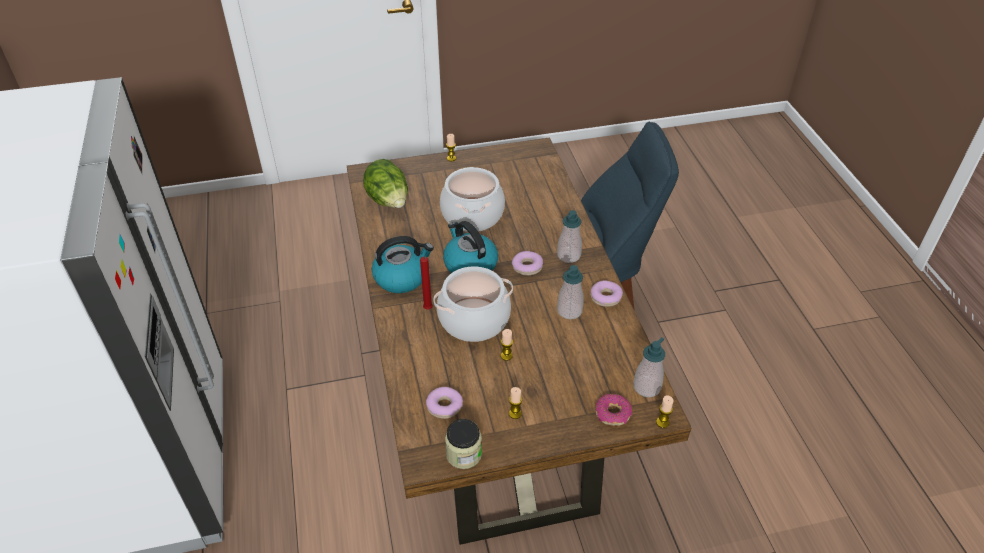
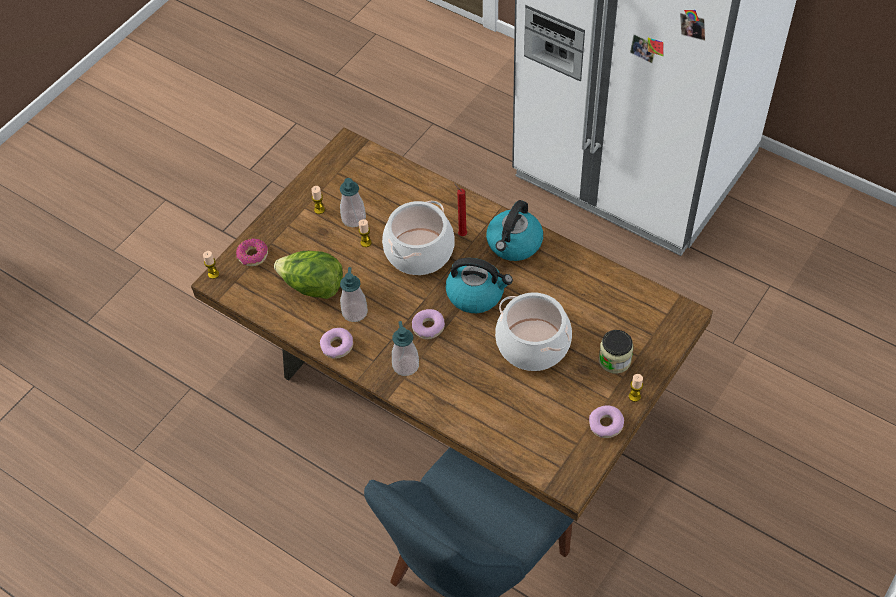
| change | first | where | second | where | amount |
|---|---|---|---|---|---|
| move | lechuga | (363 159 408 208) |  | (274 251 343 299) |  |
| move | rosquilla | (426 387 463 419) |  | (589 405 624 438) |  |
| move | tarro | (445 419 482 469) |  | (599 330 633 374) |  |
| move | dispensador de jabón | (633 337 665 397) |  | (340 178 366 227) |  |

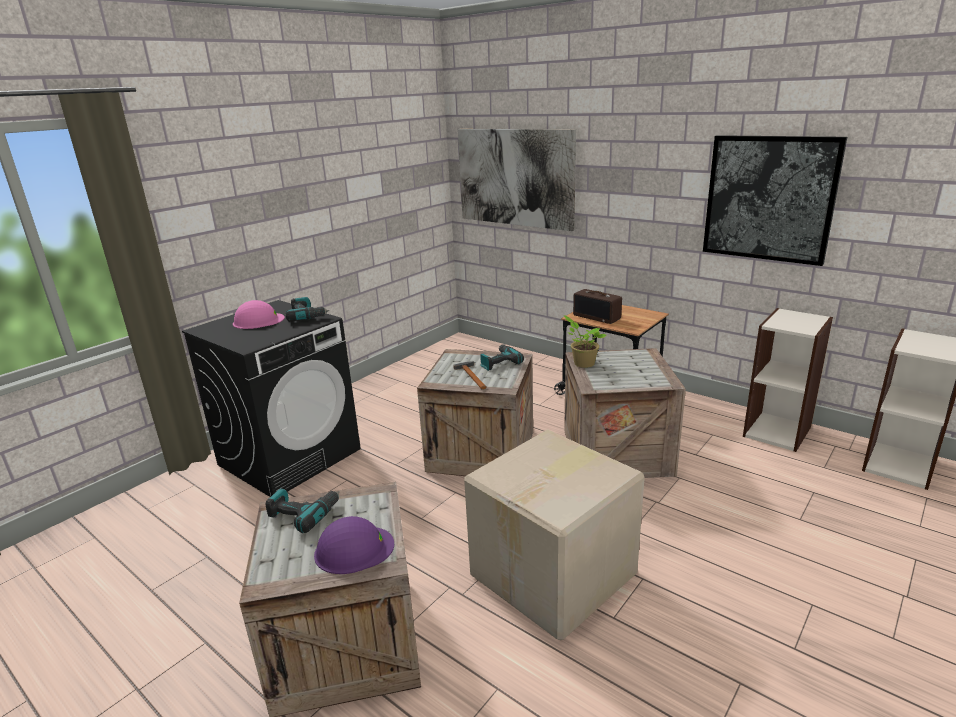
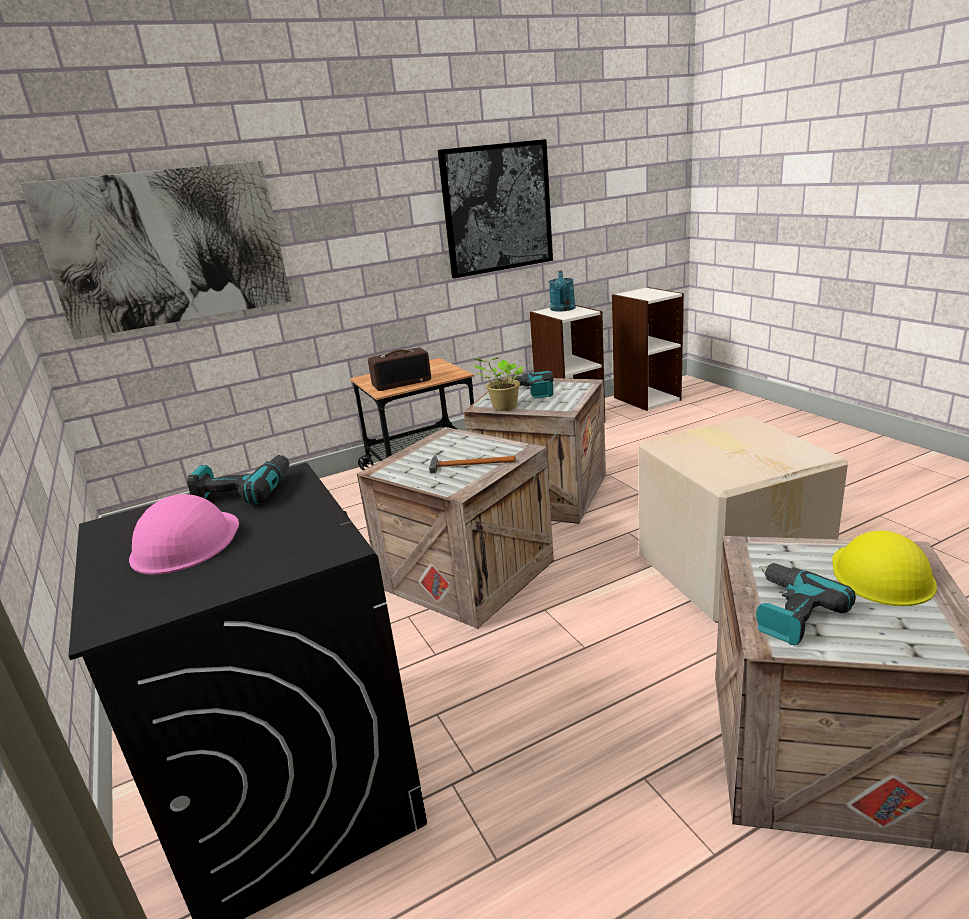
| change | first | where | second | where | amount |
|---|---|---|---|---|---|
| insert |  |  | regadera [turquesa] | (549 270 575 312) |  |
| move | taladro | (480 344 524 371) |  | (513 371 554 398) |  |
| recolor | casco [morado] | (314 516 394 574) | casco [amarillo] | (832 530 937 606) |  |

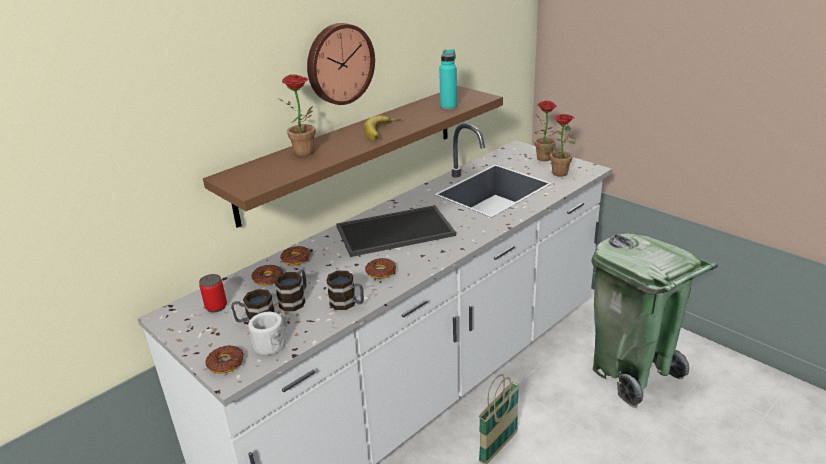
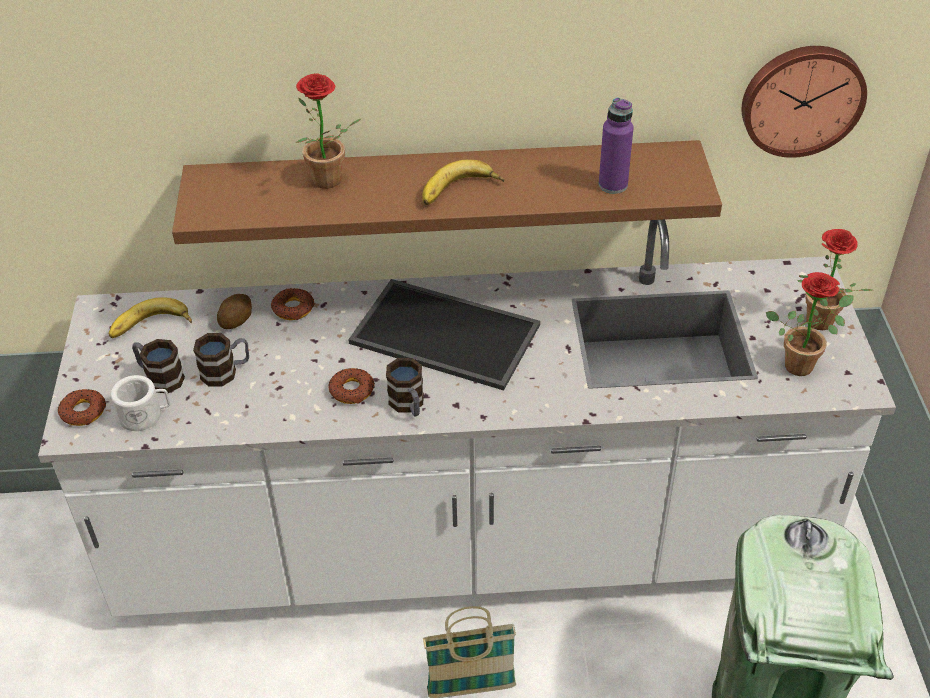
| change | first | where | second | where | amount |
|---|---|---|---|---|---|
| move | reloj de pared | (307 23 375 105) |  | (742 46 867 158) |  |
| move | taza grande | (326 271 364 310) |  | (386 358 424 416) |  |
| replace | lata | (199 274 227 313) | plátano | (109 297 192 338) |  |
| replace | rosquilla | (251 265 283 286) | patata | (217 294 252 329) |  |
| recolor | botella [turquesa] | (439 49 457 110) | botella [morado] | (599 98 634 194) |  |

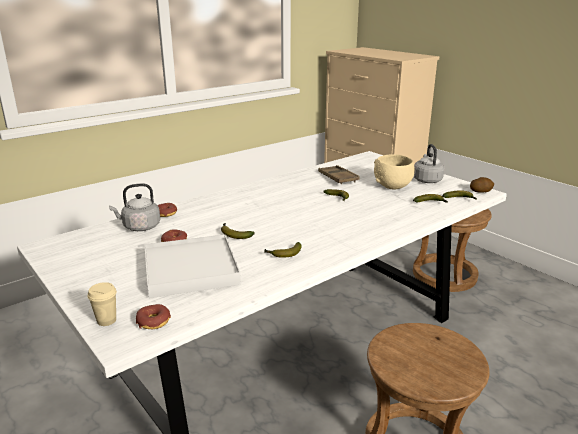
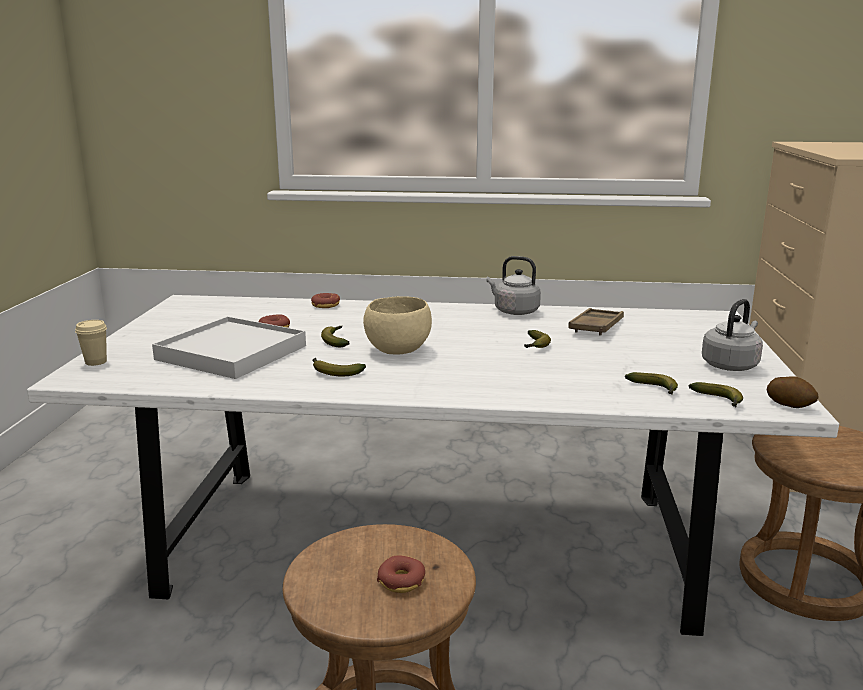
| change | first | where | second | where | amount |
|---|---|---|---|---|---|
| move | hervidor [gris] | (109 183 160 231) |  | (486 256 541 315) |  |
| move | rosquilla | (136 304 171 329) |  | (377 555 425 593) |  |
| move | cuenco [beis] | (374 154 415 189) |  | (363 296 432 355) |  |

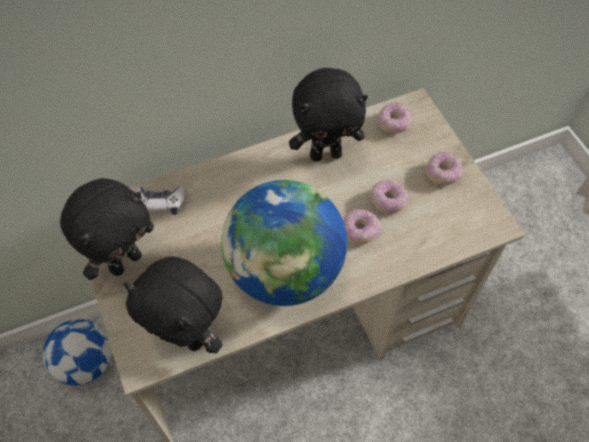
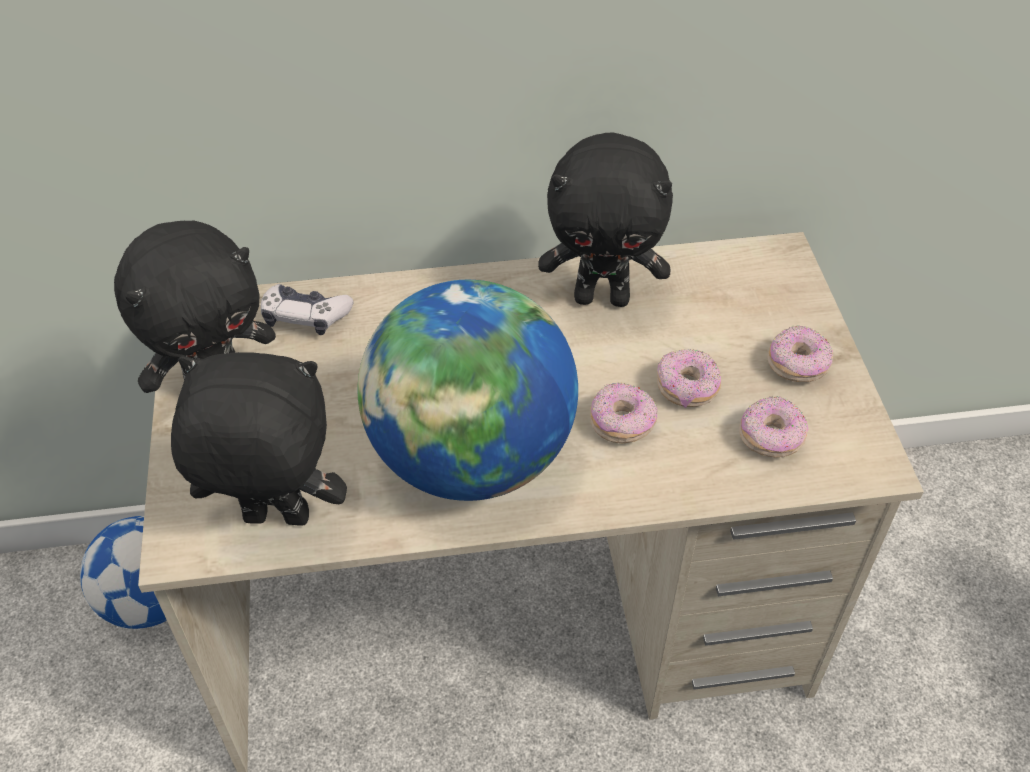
| change | first | where | second | where | amount |
|---|---|---|---|---|---|
| move | rosquilla | (378 102 411 133) |  | (739 396 808 458) |  |
| rotate | peluche [negro] | (124 256 223 353) |  | (171 352 347 525) | 135 degrees clockwise |

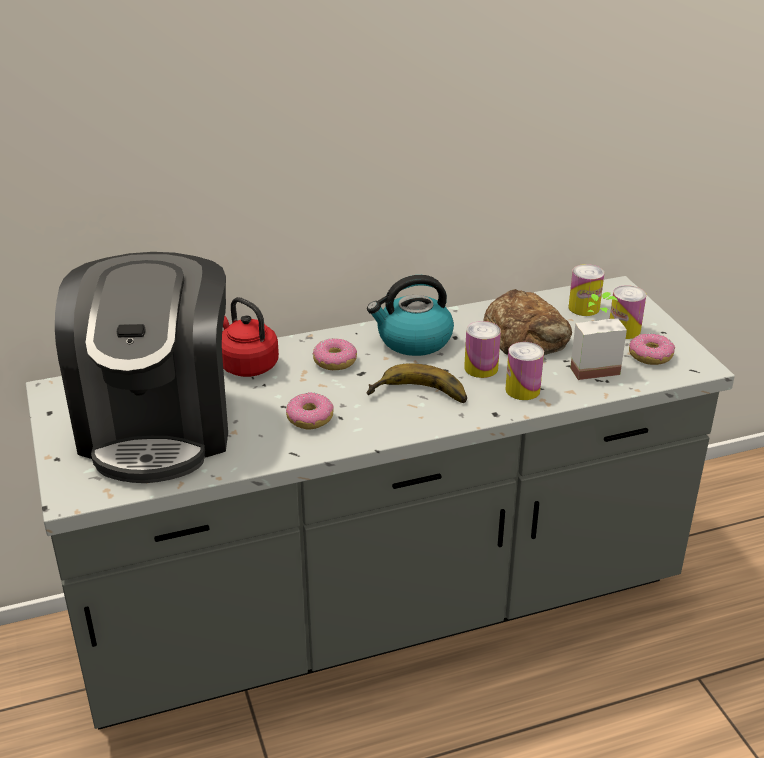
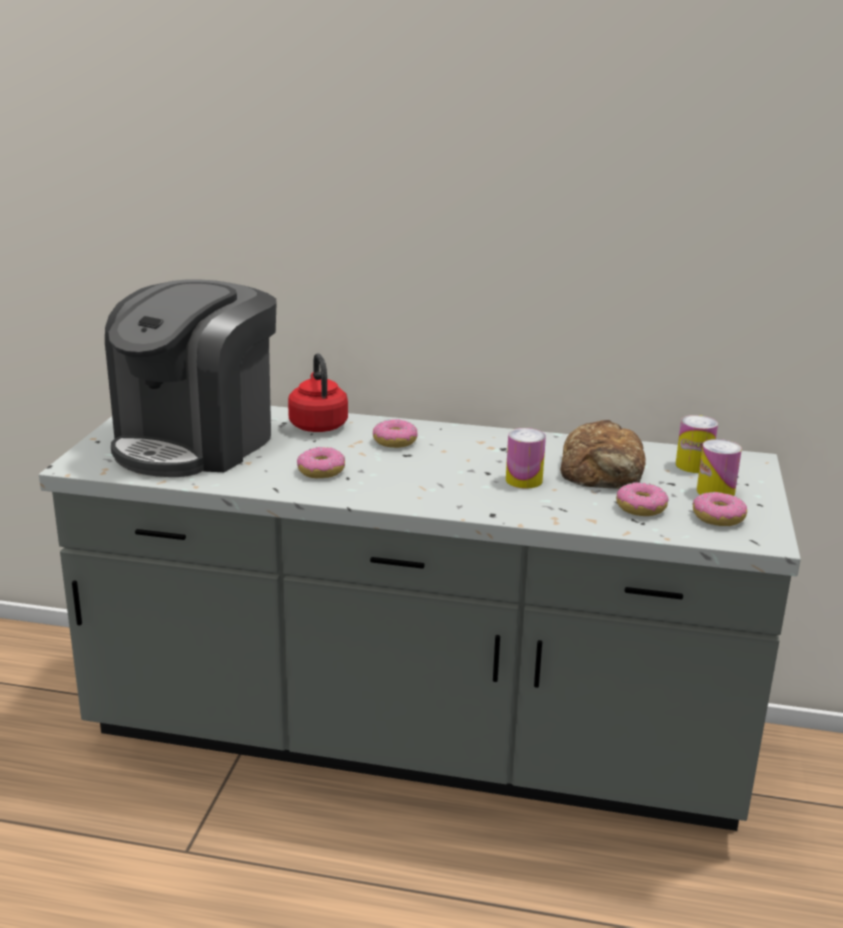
| change | first | where | second | where | amount |
|---|---|---|---|---|---|
| delete | hervidor | (367 275 454 356) |  |  |  |
| delete | plátano | (367 363 467 403) |  |  |  |
| delete | lata | (505 342 544 400) |  |  |  |
| replace | planta en maceta | (570 292 627 380) | rosquilla | (616 482 668 516) |  |

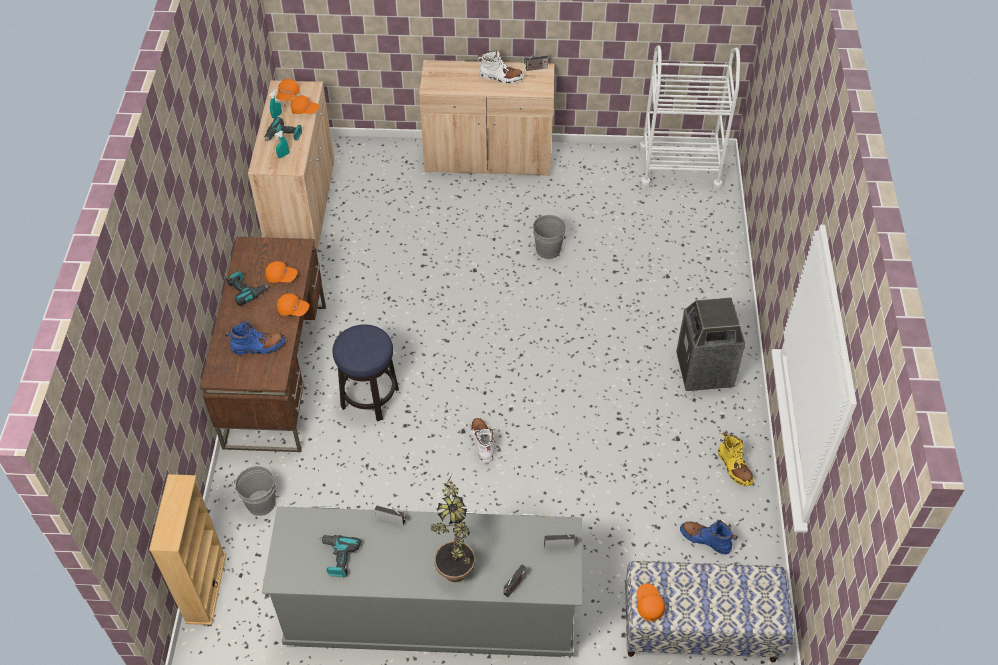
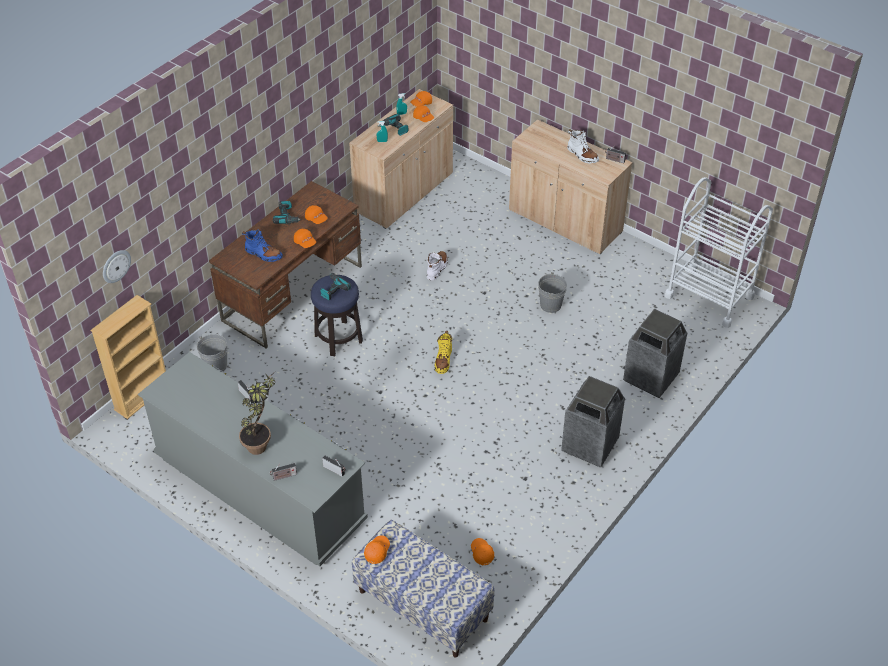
| change | first | where | second | where | amount |
|---|---|---|---|---|---|
| insert |  |  | reloj de pared | (103 250 131 283) |  |
| insert |  |  | papelera | (623 309 688 398) |  |
| move | taladro | (318 535 361 577) |  | (320 273 351 300) |  |
| move | bota [blanco] | (470 418 494 463) |  | (427 251 448 280) |  |
| move | bota [amarillo] | (718 432 754 486) |  | (435 331 452 374) |  |
| replace | bota [azul] | (680 520 737 555) | gorra [naranja] | (471 538 494 565) |  |

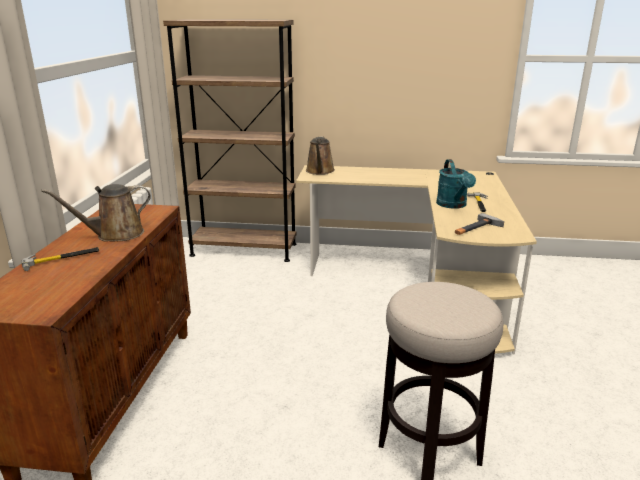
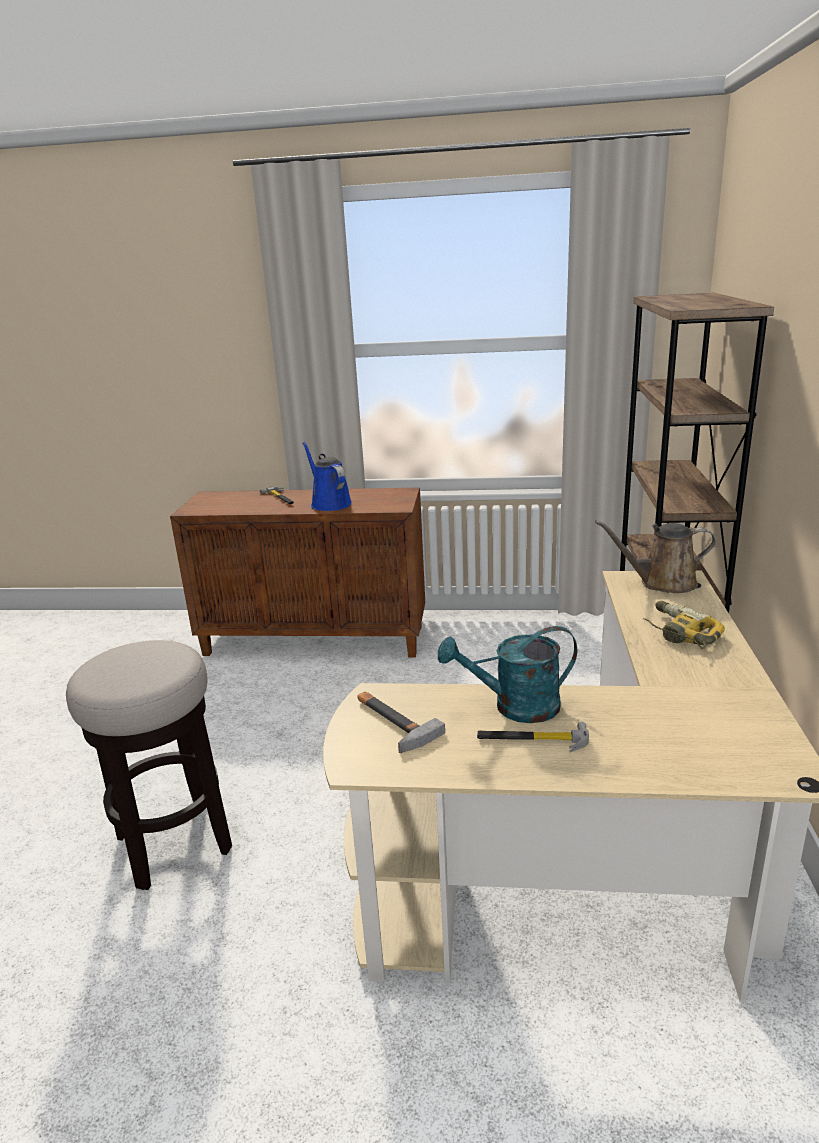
| change | first | where | second | where | amount |
|---|---|---|---|---|---|
| insert |  |  | taladro | (644 601 725 649) |  |
| recolor | regadera [marrón] | (41 184 151 242) | regadera [azul] | (302 442 352 511) |  |

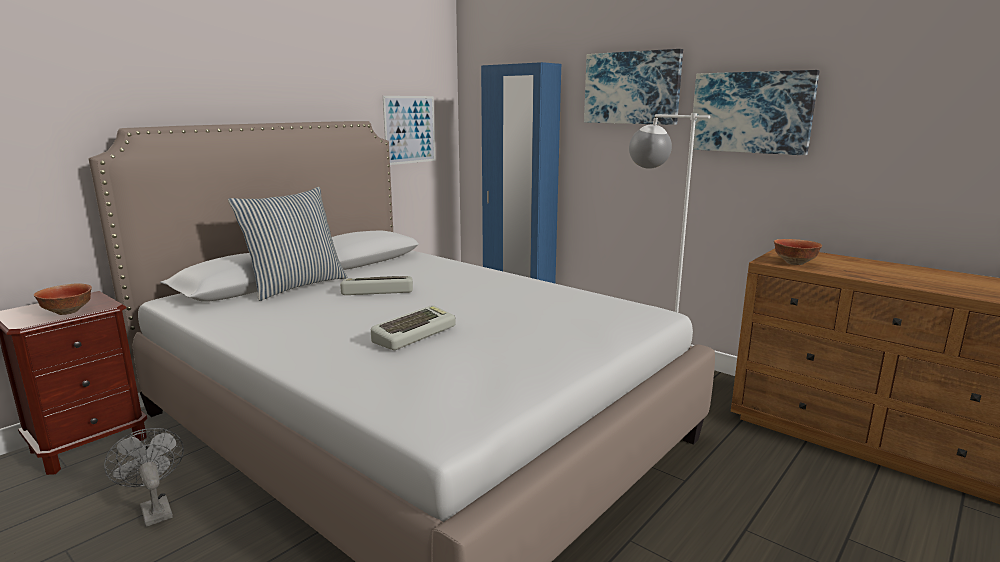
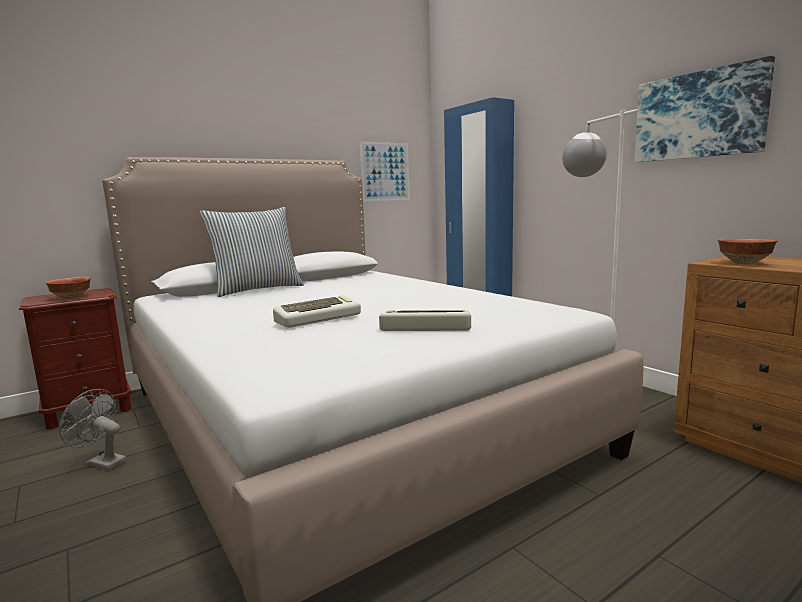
| change | first | where | second | where | amount |
|---|---|---|---|---|---|
| delete | cuadro | (584 49 683 125) |  |  |  |
| move | teclado | (340 276 413 295) |  | (379 310 471 331) |  |
| rotate | ventilador [gris] | (104 428 184 527) |  | (59 389 127 471) | 45 degrees counterclockwise |

